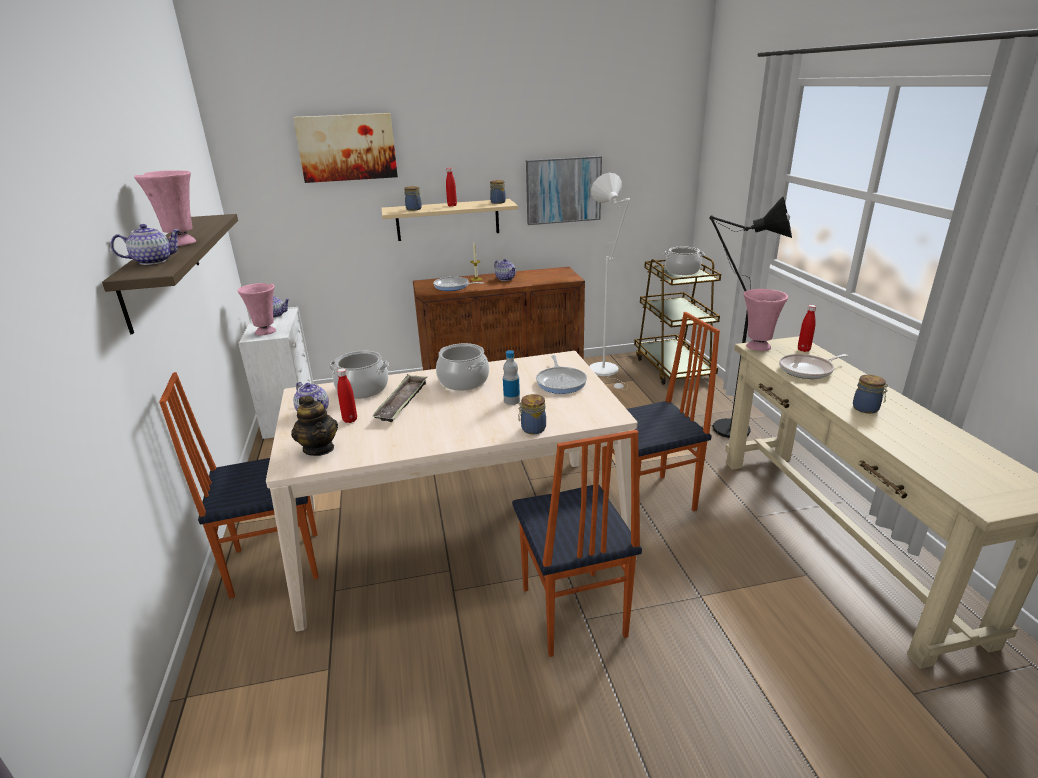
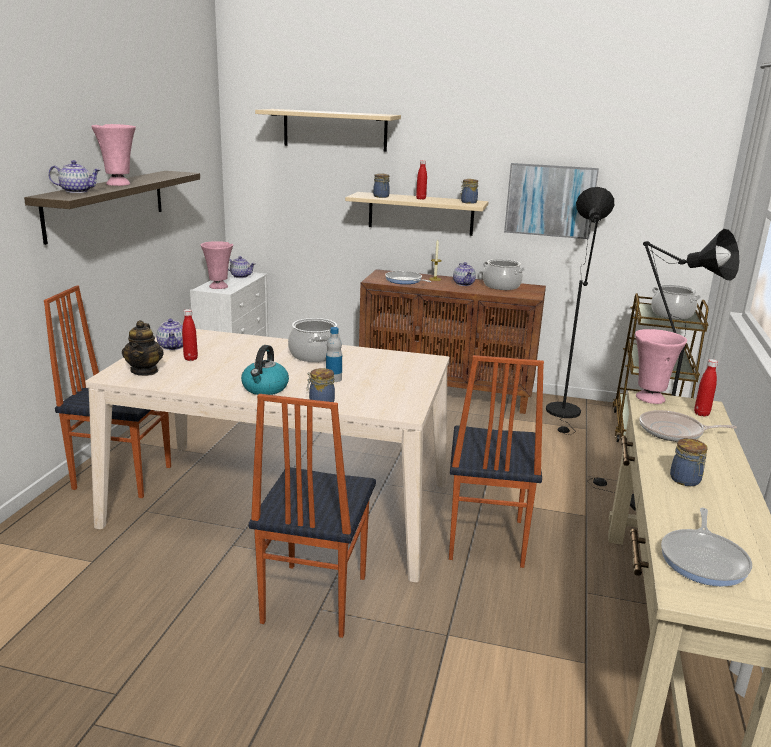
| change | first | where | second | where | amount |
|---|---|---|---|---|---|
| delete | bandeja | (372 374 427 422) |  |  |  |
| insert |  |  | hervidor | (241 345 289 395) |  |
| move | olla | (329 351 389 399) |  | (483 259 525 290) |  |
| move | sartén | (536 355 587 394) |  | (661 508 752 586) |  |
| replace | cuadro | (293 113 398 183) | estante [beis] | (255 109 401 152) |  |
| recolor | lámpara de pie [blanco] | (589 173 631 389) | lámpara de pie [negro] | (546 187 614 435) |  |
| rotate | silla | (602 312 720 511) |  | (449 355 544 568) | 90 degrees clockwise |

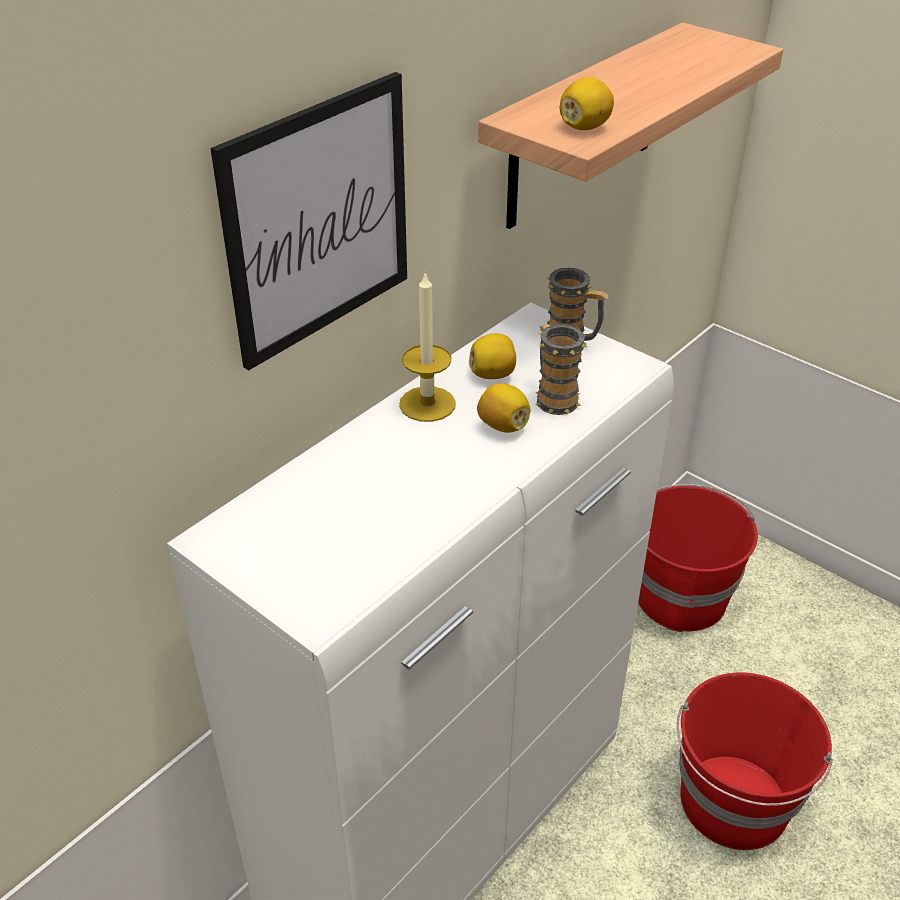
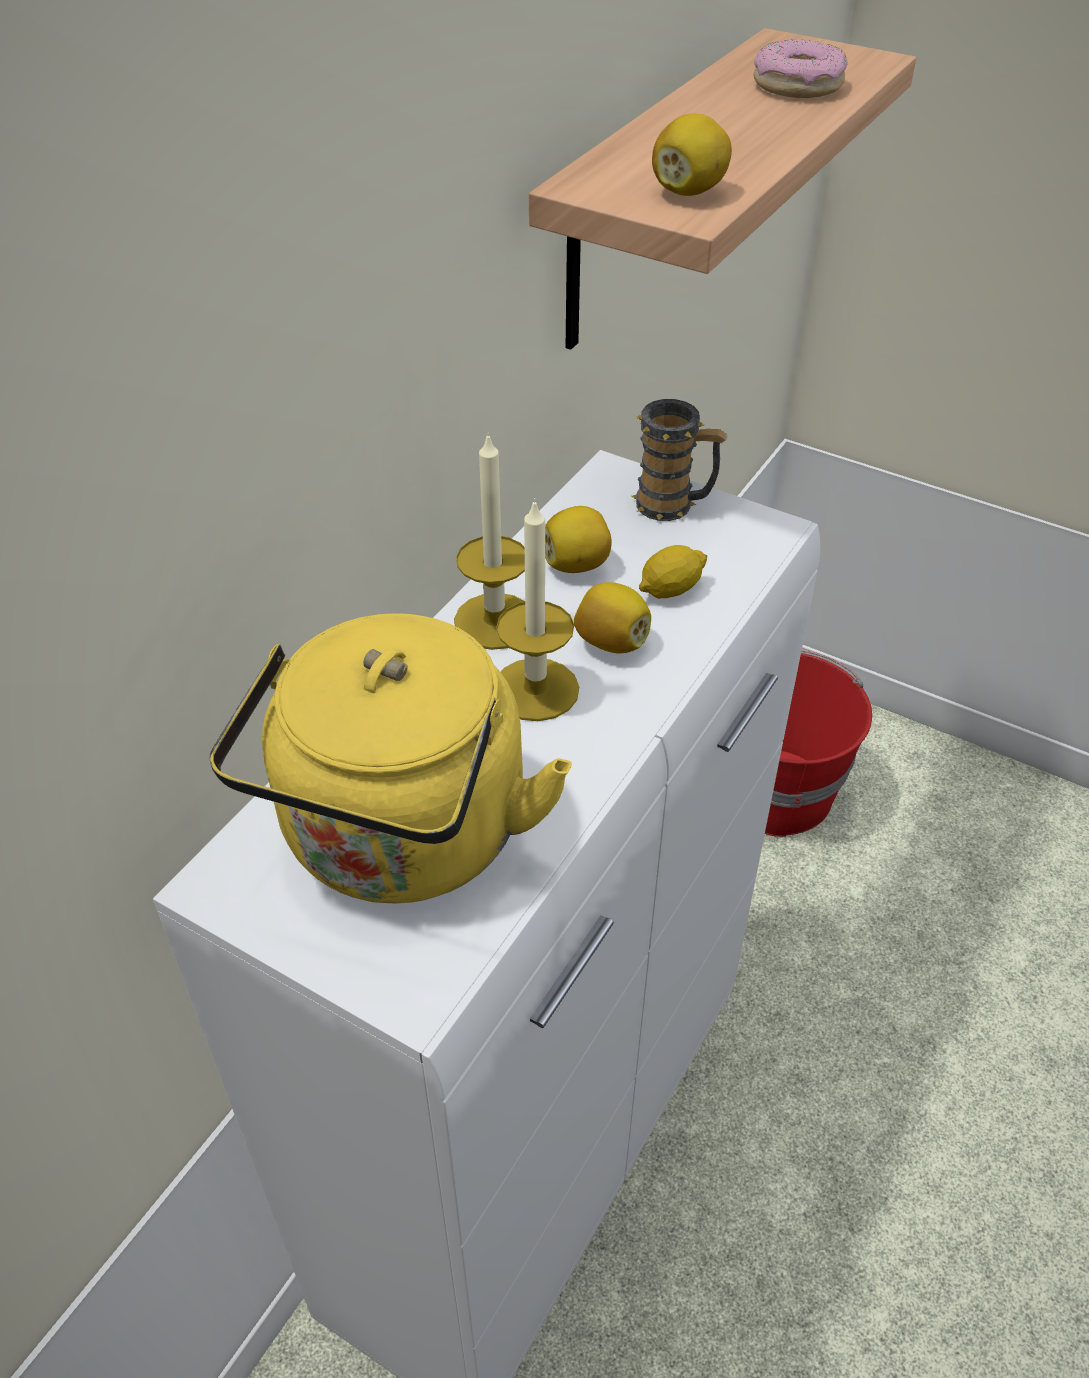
| change | first | where | second | where | amount |
|---|---|---|---|---|---|
| delete | cuadro | (210 72 407 370) |  |  |  |
| delete | cubo [rojo] | (677 672 833 850) |  |  |  |
| insert |  |  | hervidor [amarillo] | (209 614 572 903) |  |
| insert |  |  | vela | (496 498 579 721) |  |
| insert |  |  | rosquilla | (753 39 847 98) |  |
| replace | taza grande | (535 324 588 415) | limón | (639 545 707 599) |  |

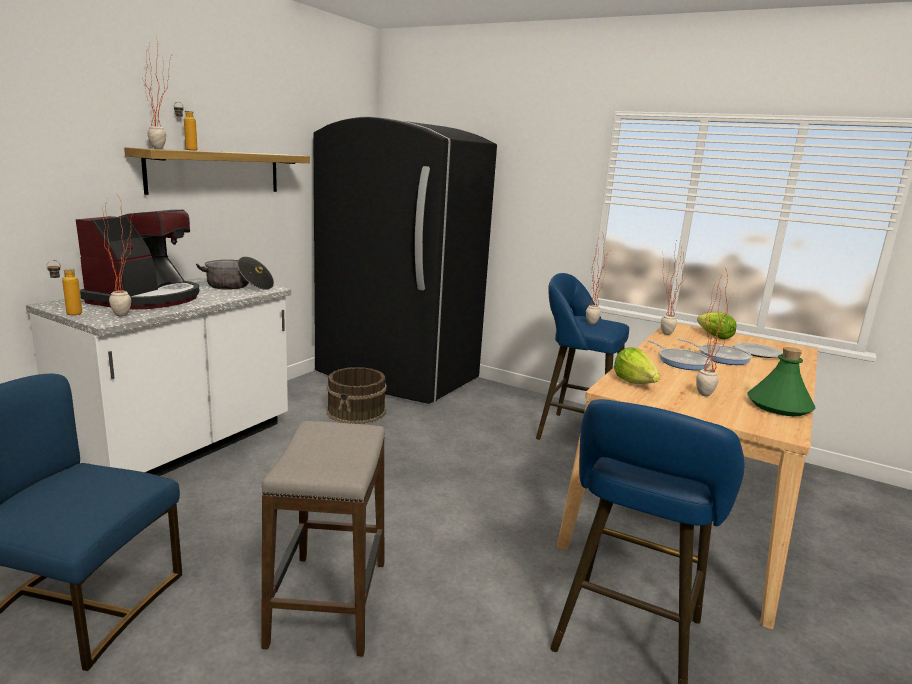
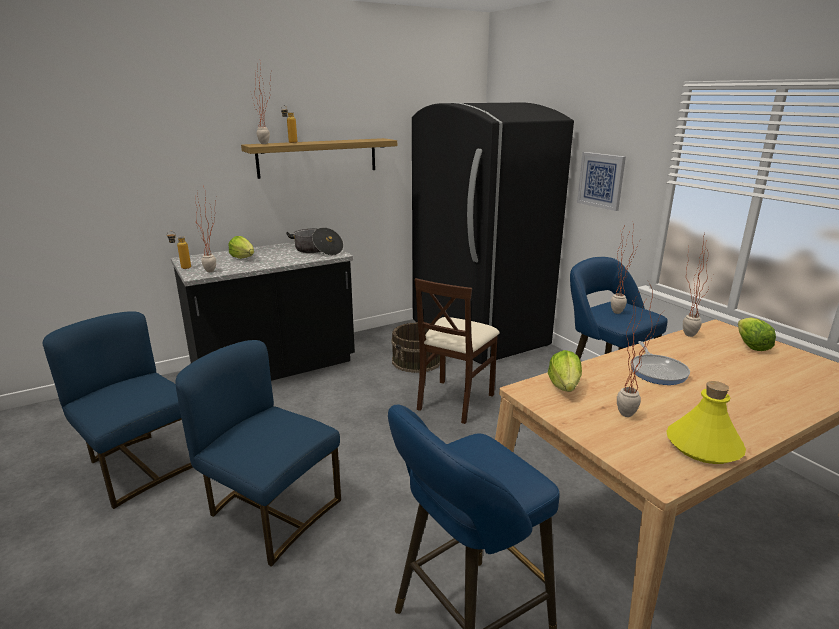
| change | first | where | second | where | amount |
|---|---|---|---|---|---|
| delete | sartén | (678 338 752 365) |  |  |  |
| delete | plato | (734 343 783 358) |  |  |  |
| insert |  |  | silla [beis] | (414 278 499 424) |  |
| insert |  |  | cuadro | (577 152 626 211) |  |
| replace | cafetera | (76 210 199 309) | lechuga | (228 236 254 259) |  |
| replace | taburete | (261 421 385 657) | silla [azul] | (175 340 341 567) |  |
| recolor | mueble bajo de cocina [blanco] | (26 277 291 476) | mueble bajo de cocina [negro] | (171 242 355 381) |  |
| recolor | botella [verde] | (747 347 816 416) | botella [amarillo] | (666 381 746 464) |  |

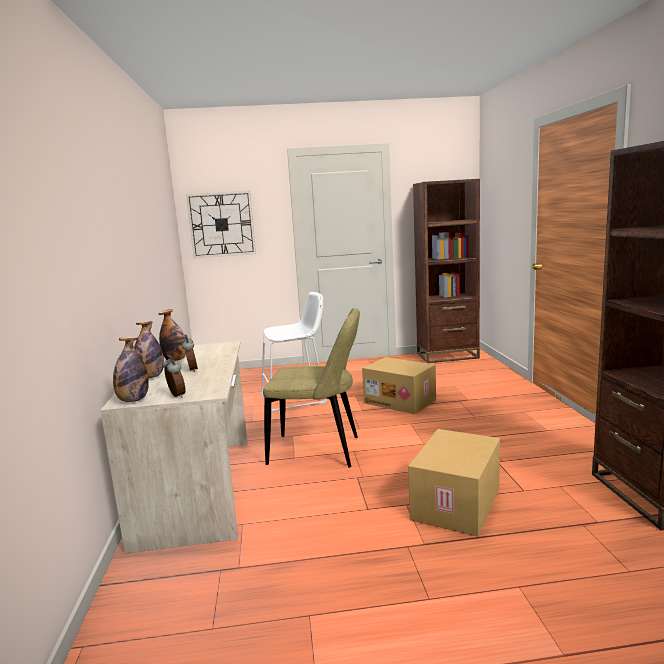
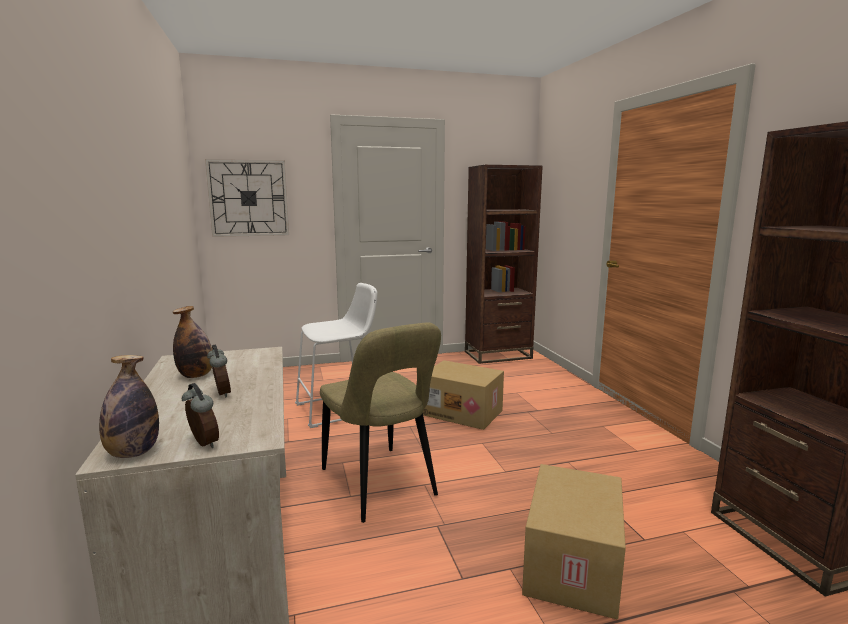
| change | first | where | second | where | amount |
|---|---|---|---|---|---|
| delete | botella | (134 321 164 378) |  |  |  |
| rotate | silla [beis] | (263 308 360 467) |  | (320 323 441 523) | 60 degrees clockwise |

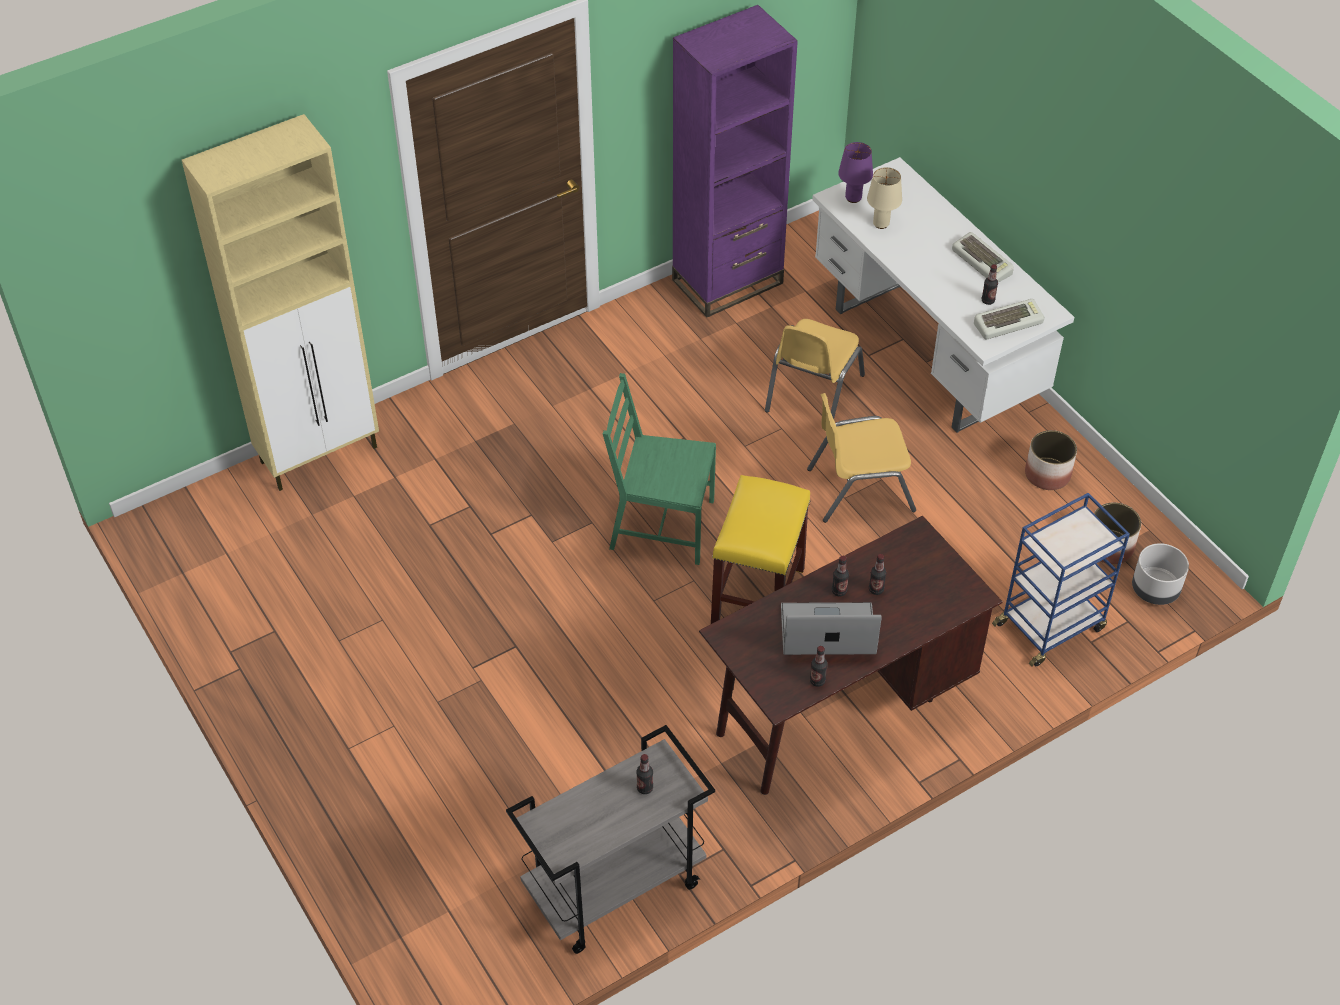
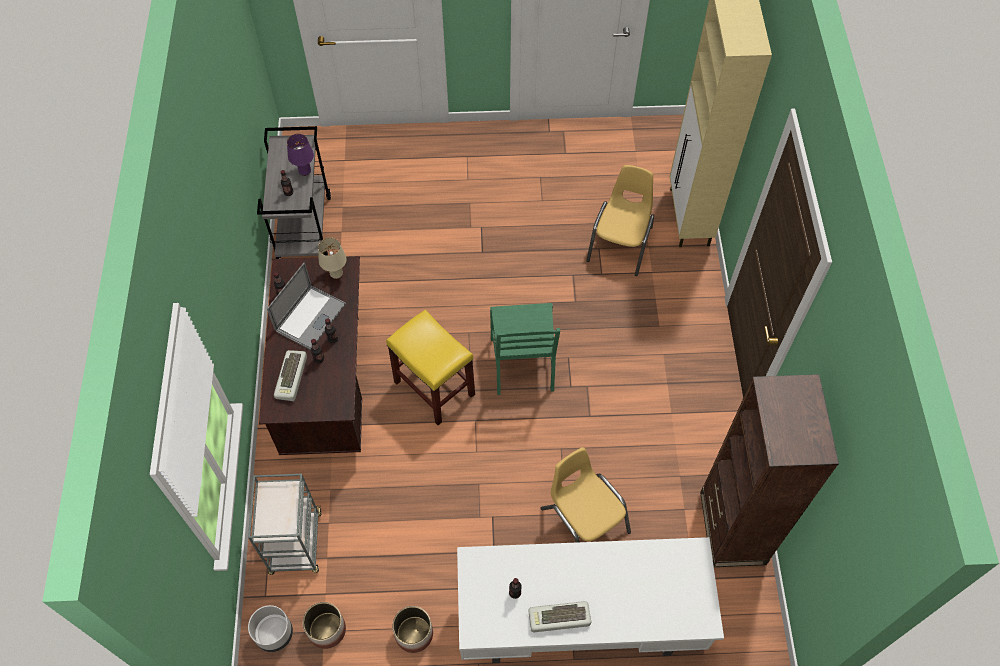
| change | first | where | second | where | amount |
|---|---|---|---|---|---|
| move | silla [amarillo] | (807 393 916 523) |  | (586 165 654 276) |  |
| move | lámpara de mesa [morado] | (838 142 873 203) |  | (287 134 314 176) |  |
| move | lámpara de mesa [beis] | (867 167 902 229) |  | (318 237 347 279) |  |
| move | teclado | (974 299 1045 339) |  | (274 350 307 401) |  |
| recolor | estantería [morado] | (672 5 798 318) | estantería [marrón] | (700 374 839 567) |  |
| recolor | carrito [azul] | (992 493 1130 667) | carrito [gris] | (248 474 322 575) |  |
| rotate | silla [verde] | (603 373 716 565) |  | (490 303 560 395) | 135 degrees clockwise |

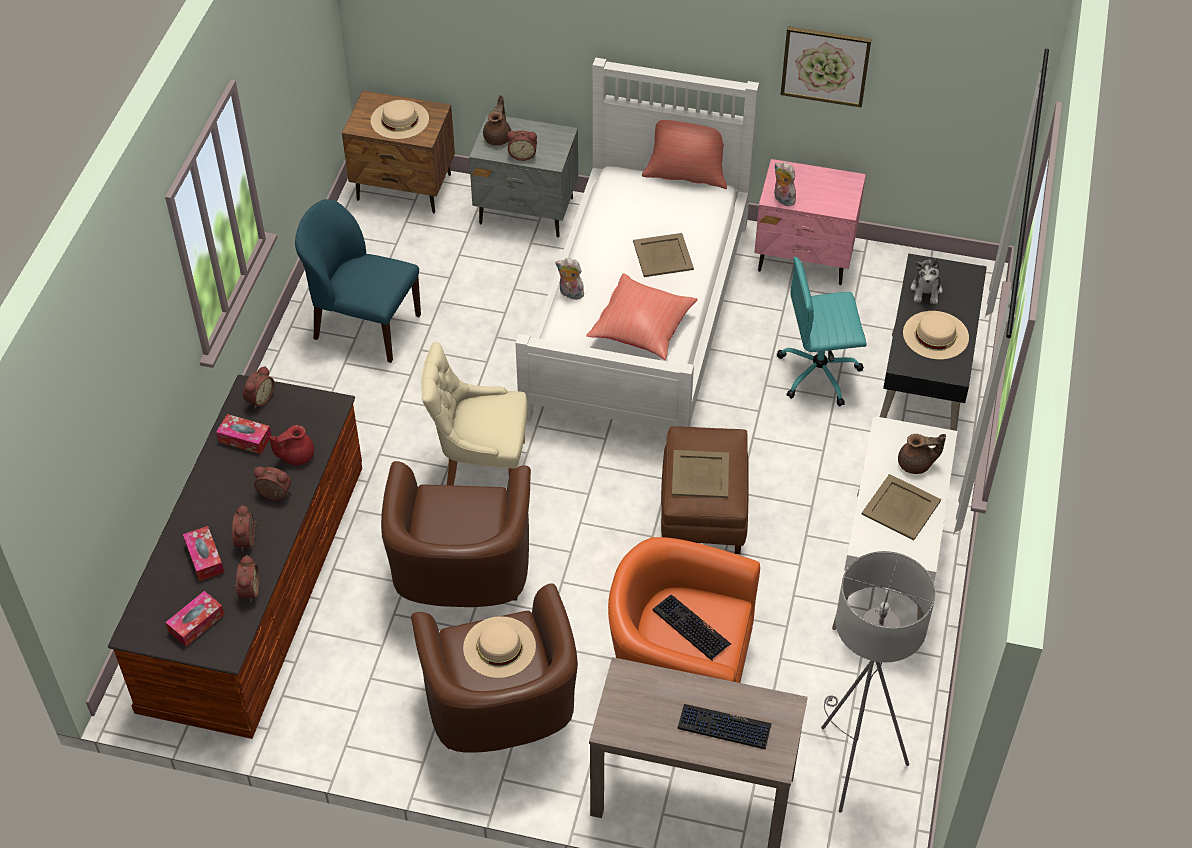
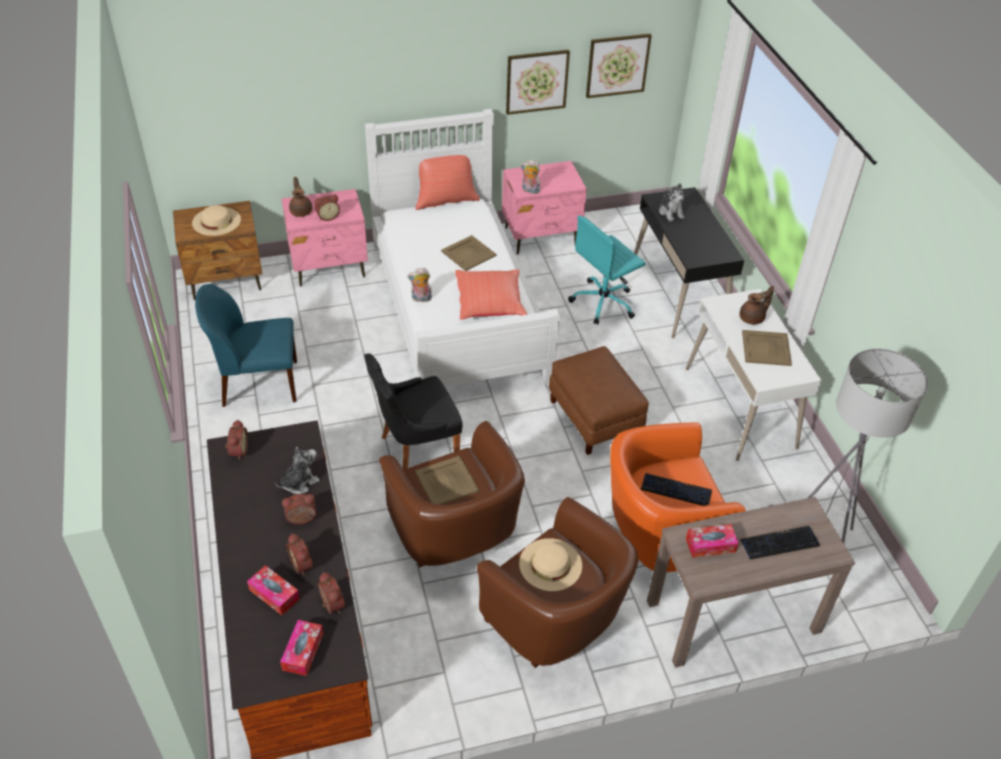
| change | first | where | second | where | amount |
|---|---|---|---|---|---|
| delete | sombrero [beis] | (903 311 969 360) |  |  |  |
| insert |  |  | cuadro | (586 34 652 98) |  |
| move | caja de pañuelos | (216 414 272 454) |  | (686 524 739 558) |  |
| move | bandeja [beis] | (672 450 729 498) |  | (415 456 479 505) |  |
| replace | tetera [rojo] | (269 425 314 465) | peluche | (276 447 320 494) |  |
| recolor | silla [beis] | (421 342 527 485) | silla [negro] | (364 353 463 470) |  |
| recolor | mesita de noche [gris] | (469 113 578 238) | mesita de noche [rosa] | (282 189 368 286) |  |

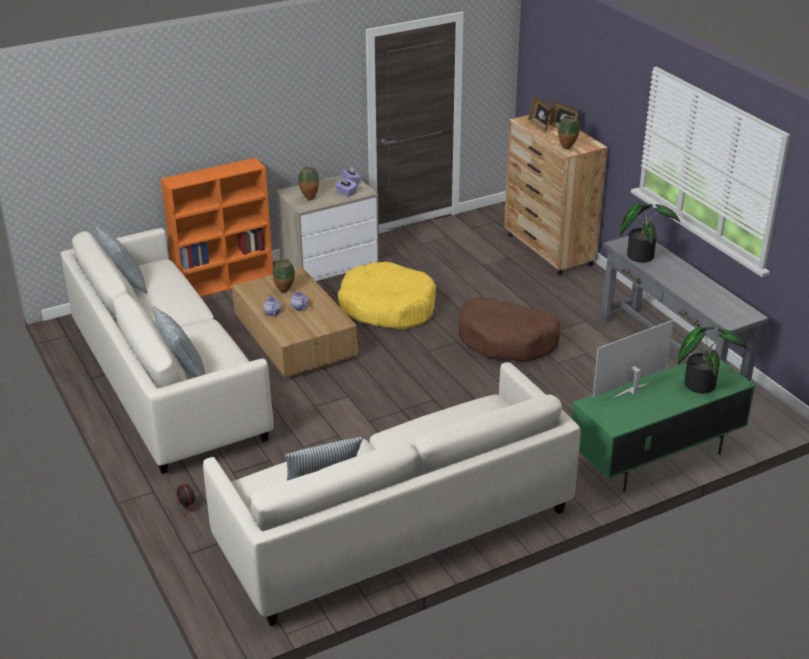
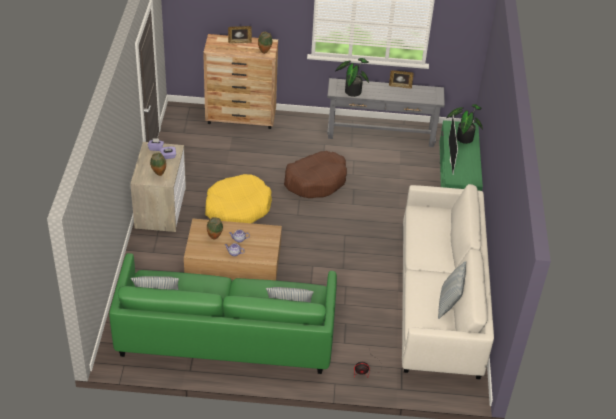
| change | first | where | second | where | amount |
|---|---|---|---|---|---|
| delete | estantería [naranja] | (161 158 273 297) |  |  |  |
| move | portarretratos | (528 97 552 132) |  | (389 70 414 89) |  |
| recolor | sofá [blanco] | (61 228 274 474) | sofá [verde] | (109 253 337 374) |  |

